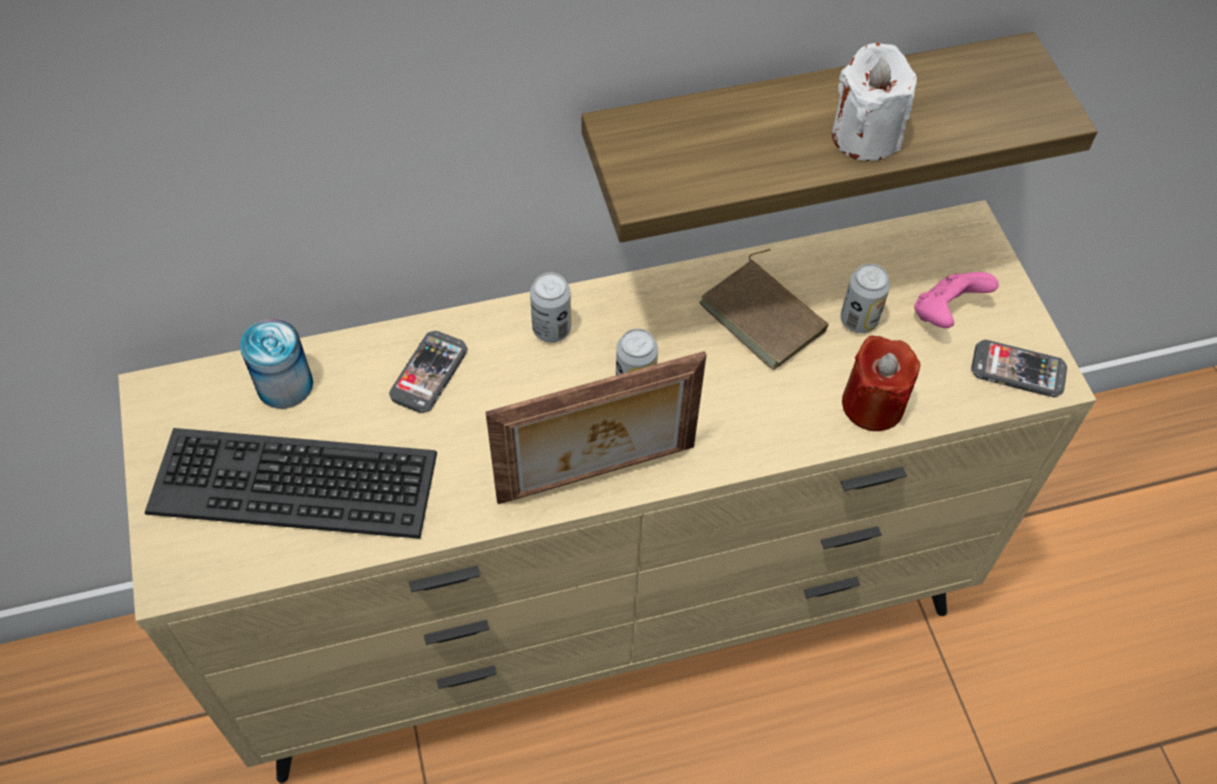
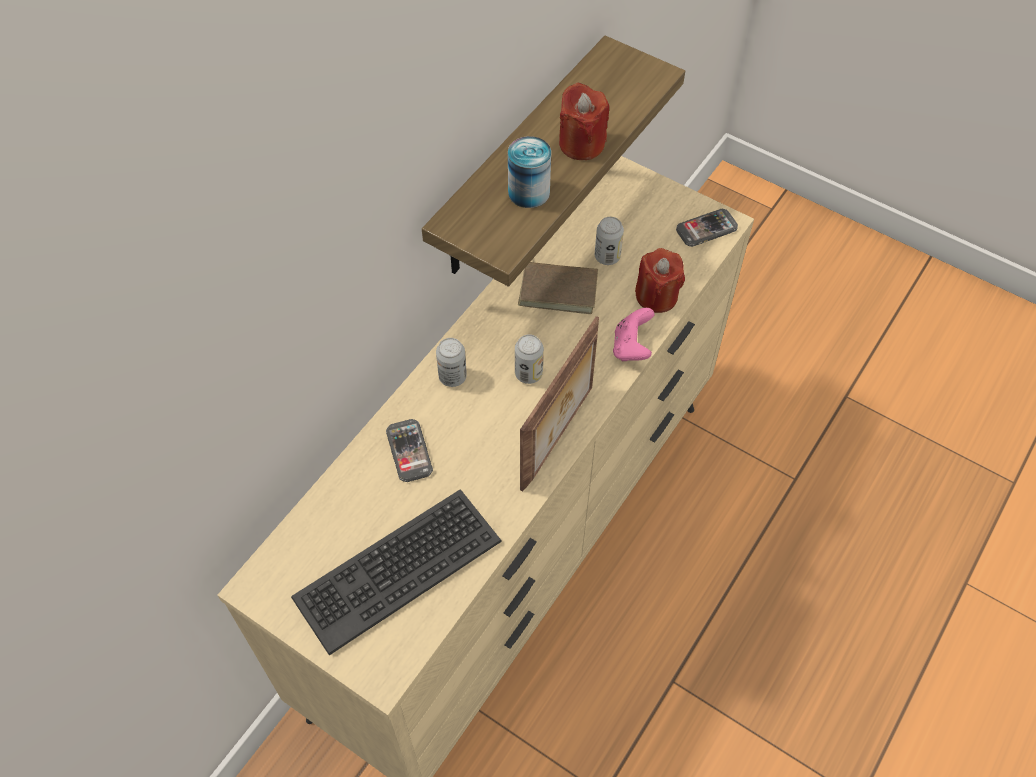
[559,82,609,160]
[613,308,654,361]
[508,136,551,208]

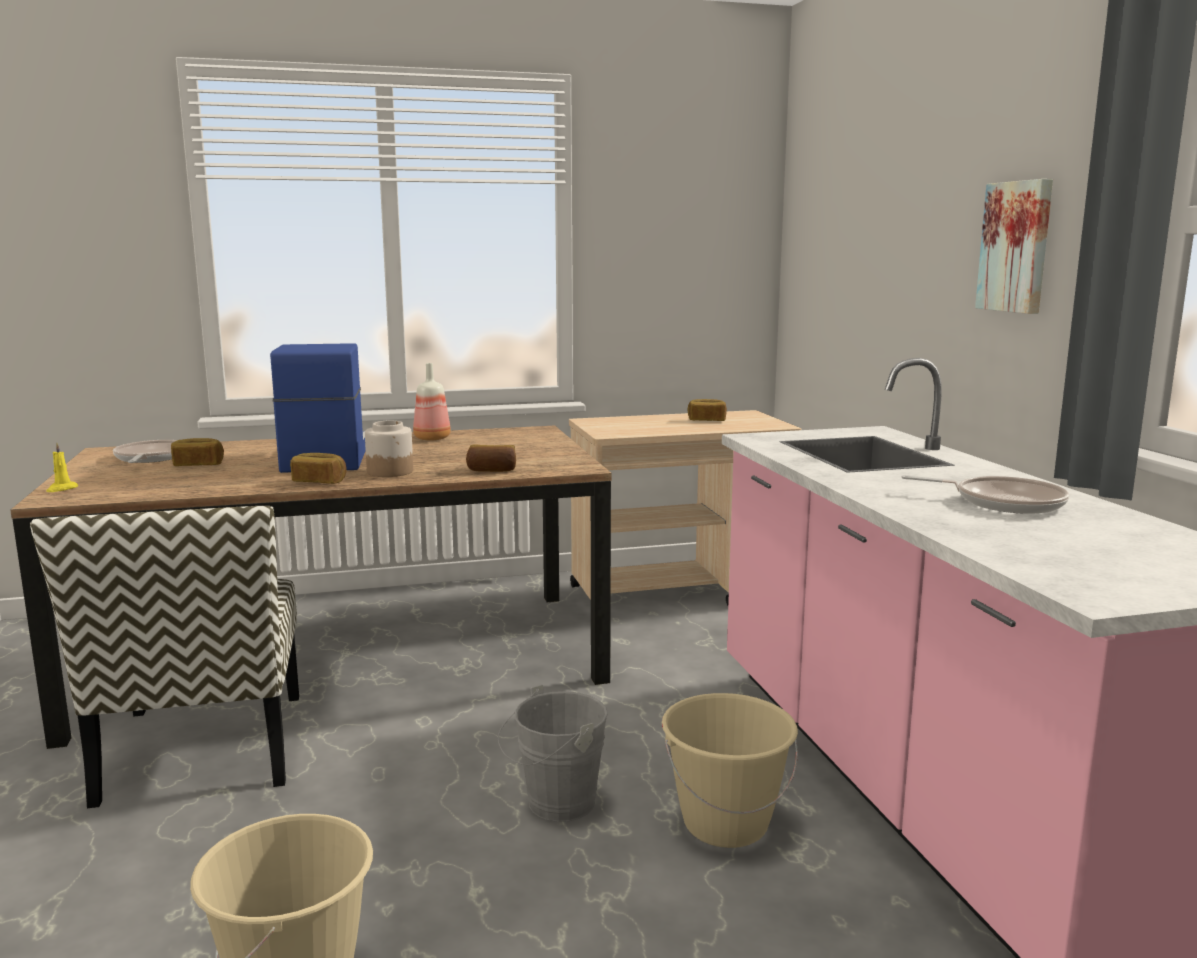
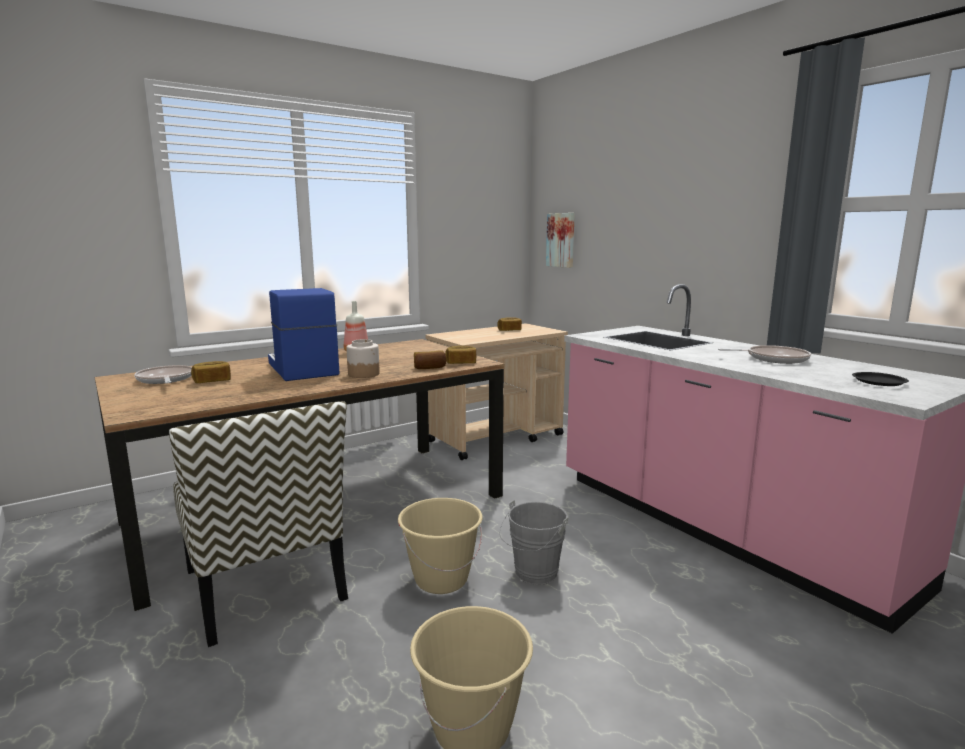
[546,213,575,268]
[46,442,78,492] (first image)
[445,346,476,364]
[398,498,483,594]
[852,372,909,386]

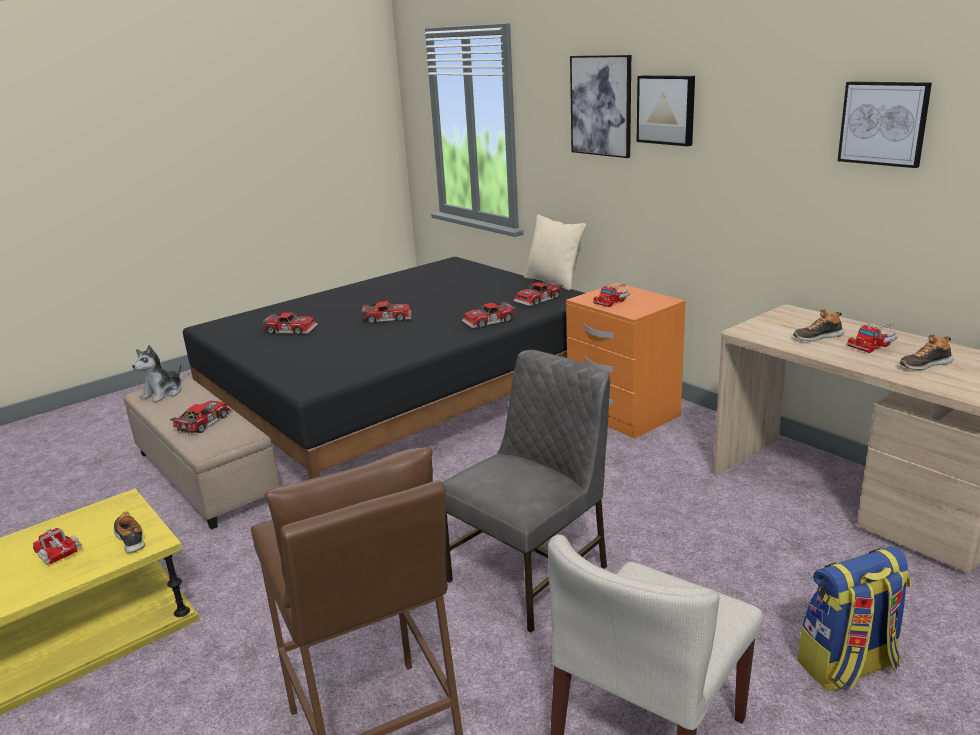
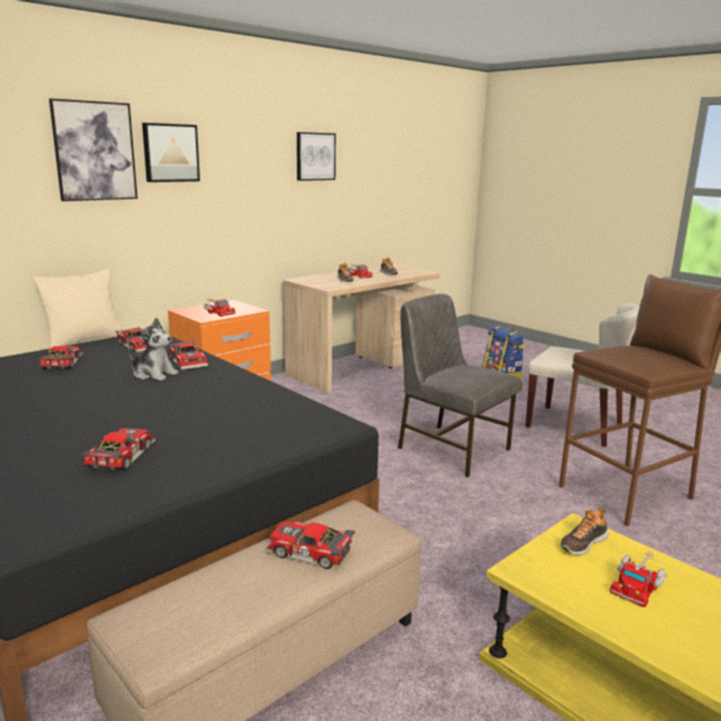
[39,346,83,370]
[128,318,178,381]

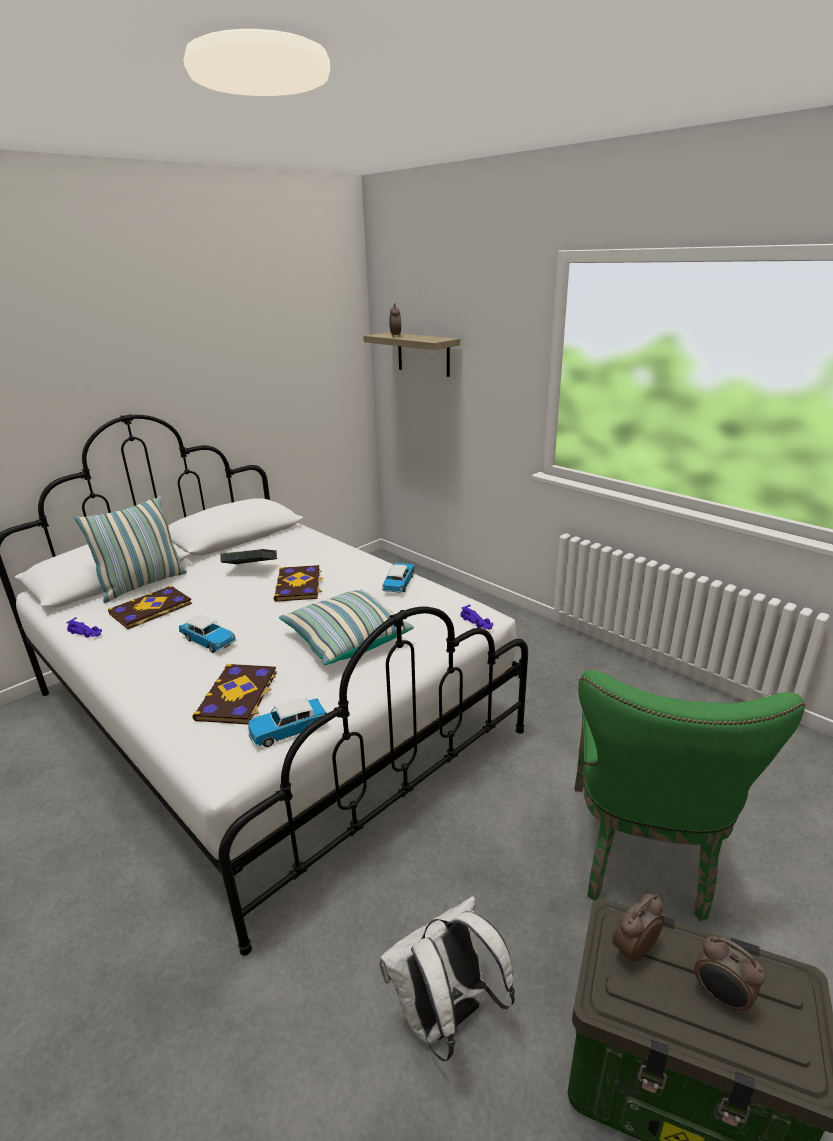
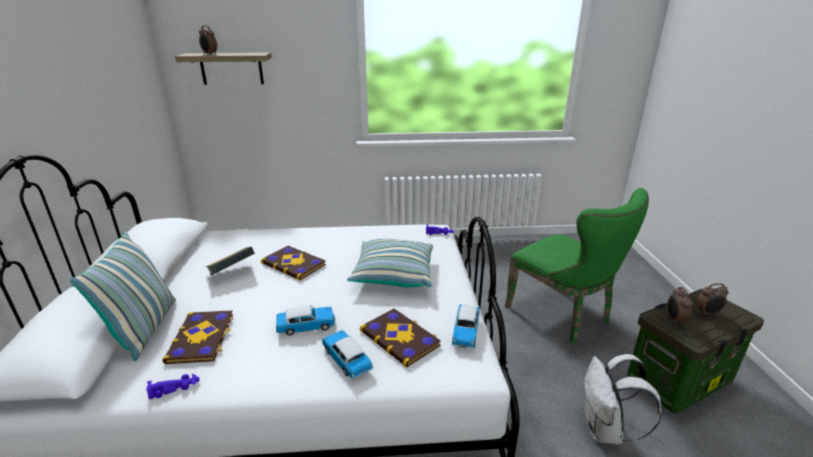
[322,330,373,379]

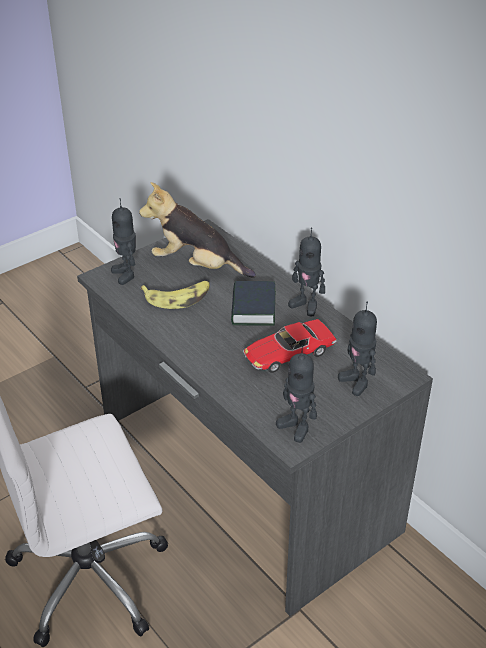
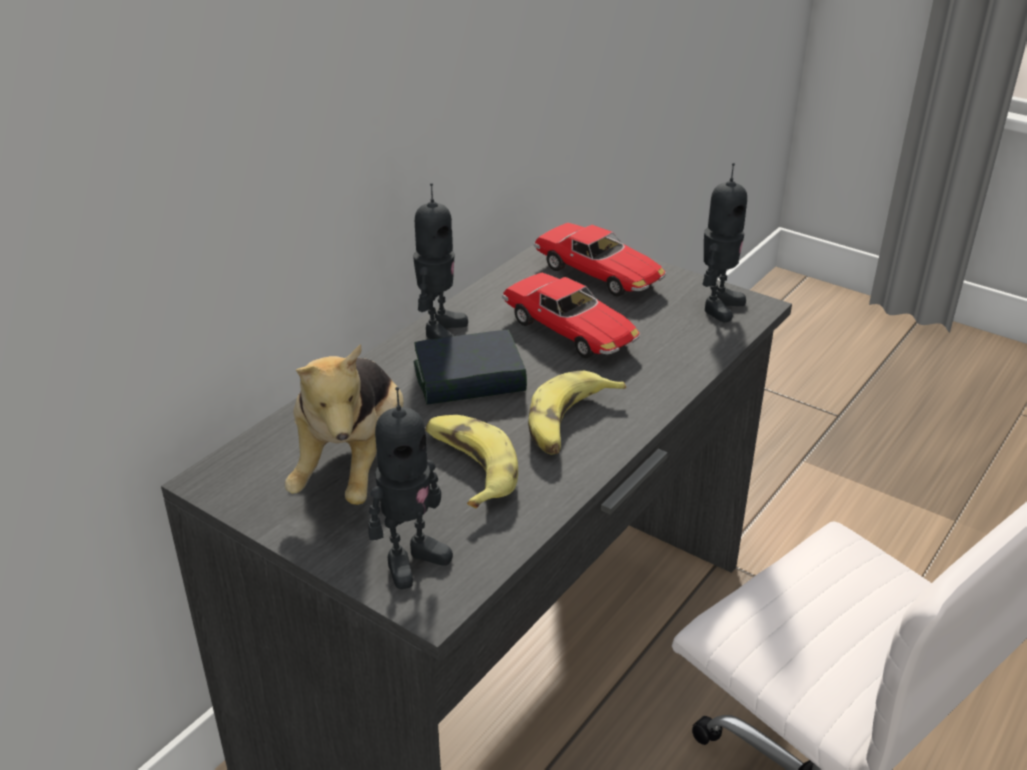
[534,223,666,297]
[528,371,626,455]

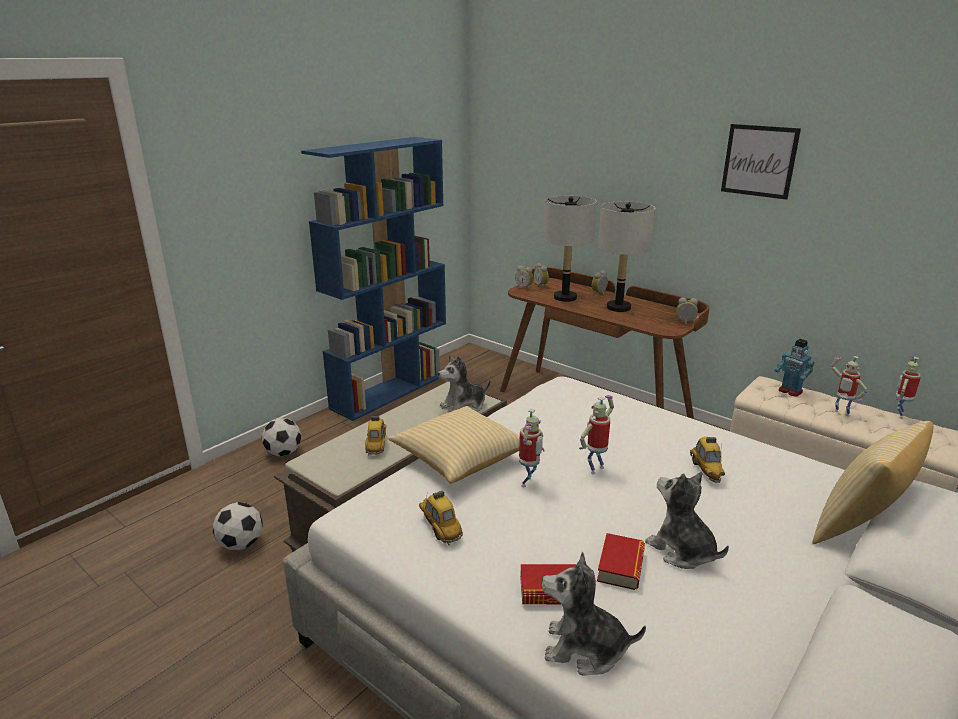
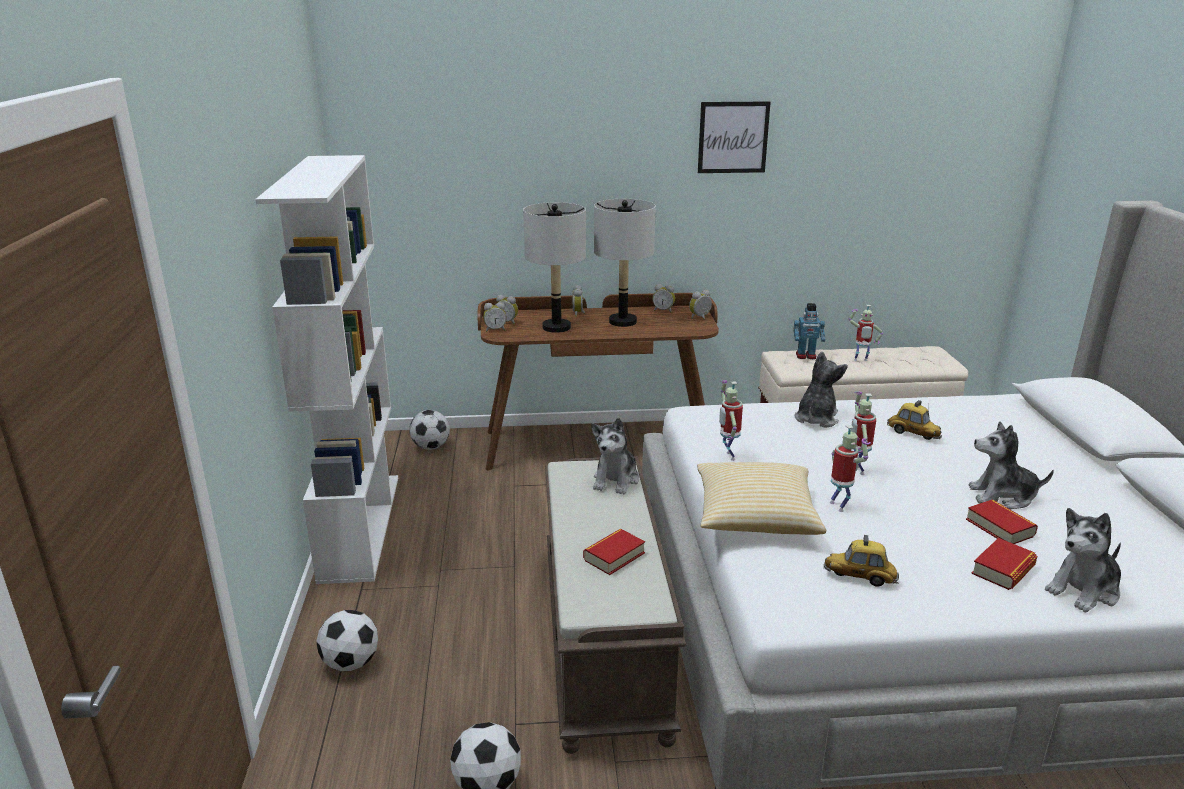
[255,155,398,584]
[719,380,743,461]
[583,528,645,575]
[812,421,933,544] (first image)
[653,284,675,313]
[794,351,848,428]
[409,410,450,450]

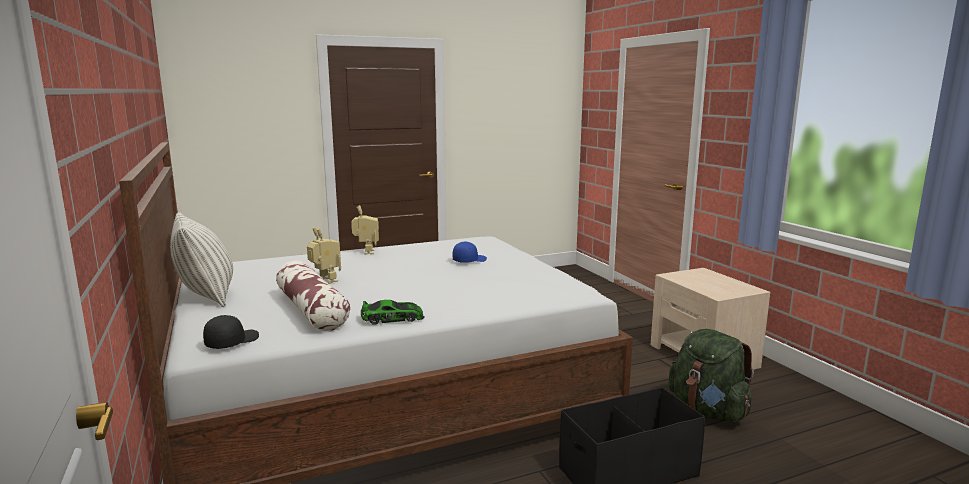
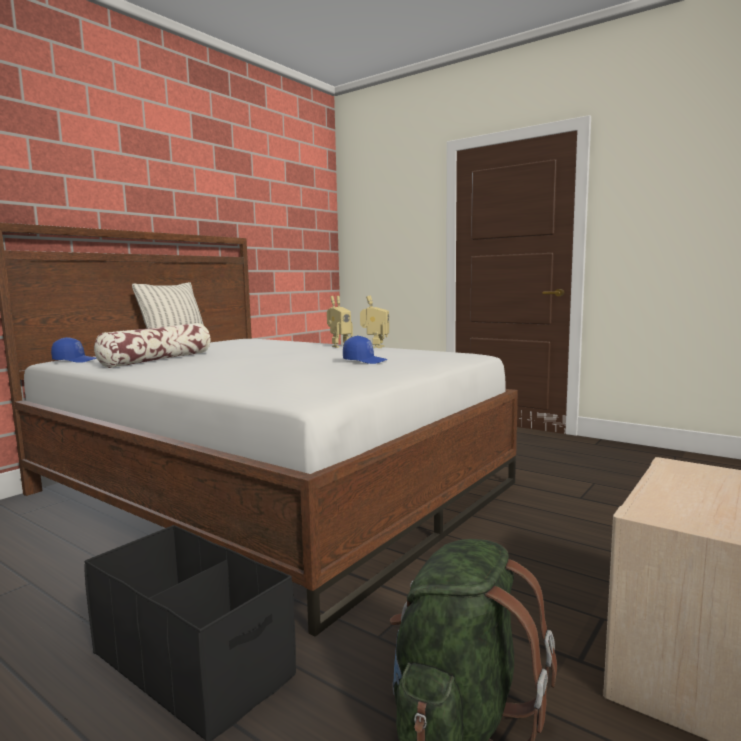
[360,296,389,348]
[361,300,425,325] (first image)
[51,337,97,363]

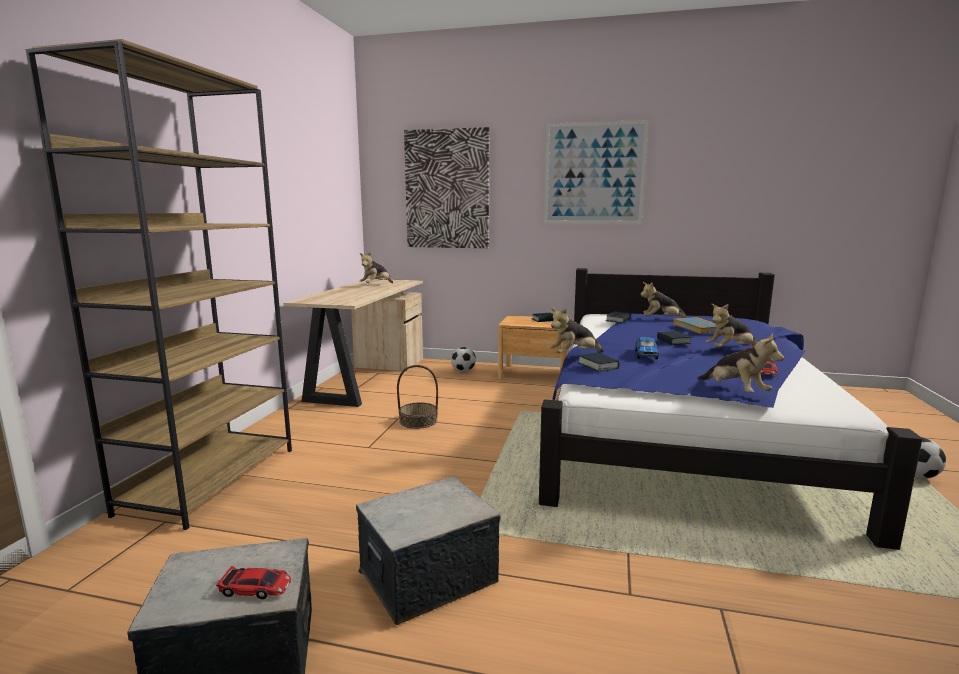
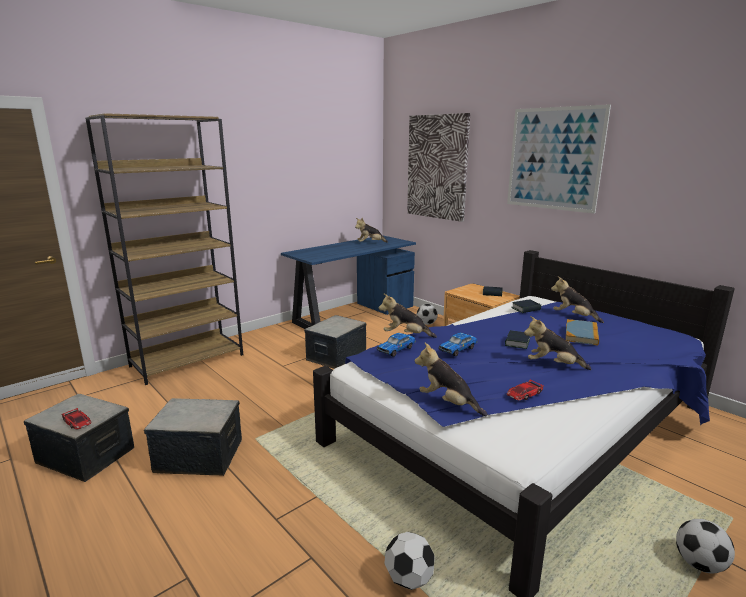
[281,236,416,329]
[415,343,488,416]
[377,333,416,357]
[304,315,367,369]
[384,532,435,590]

